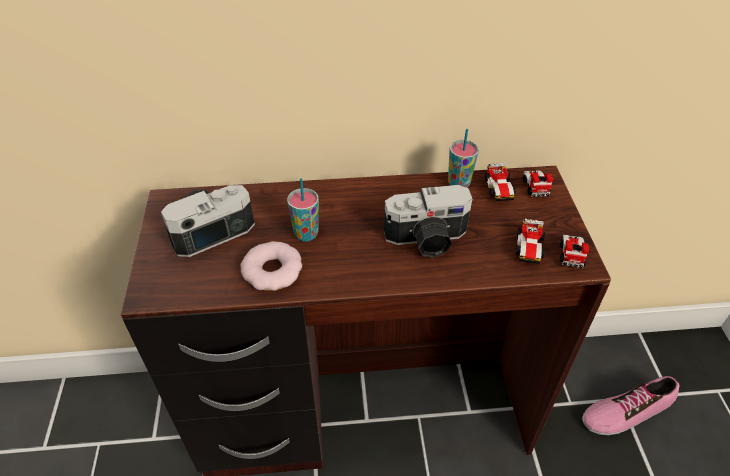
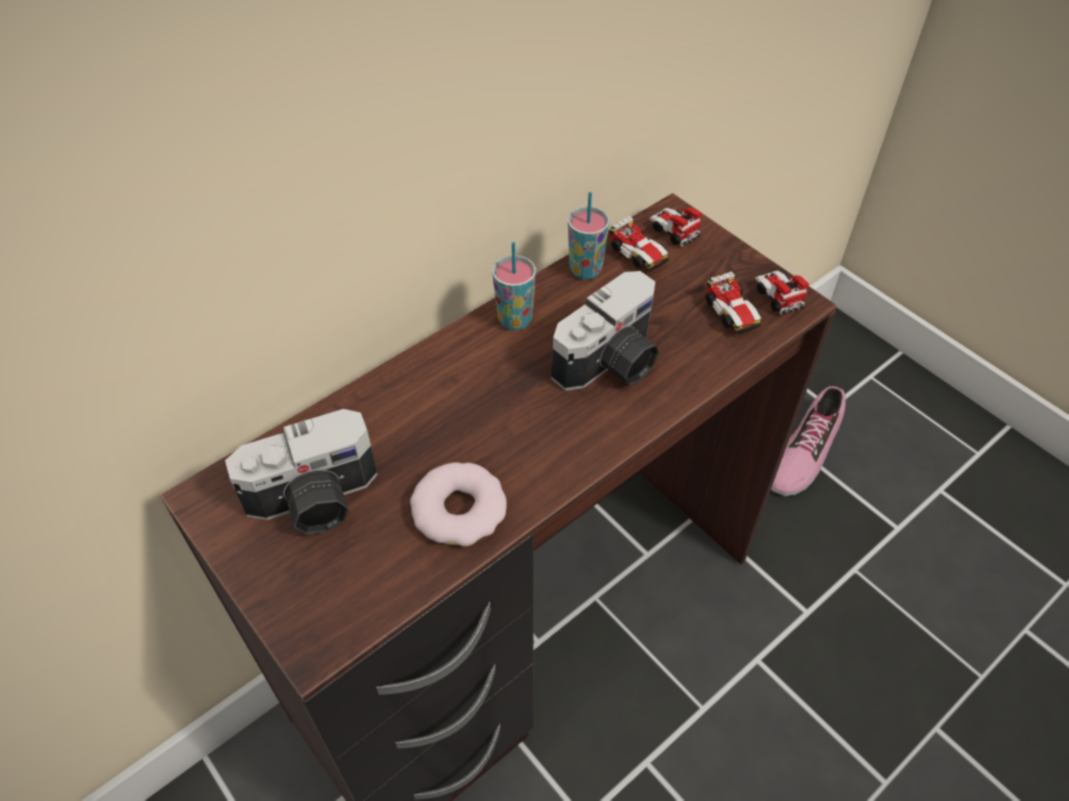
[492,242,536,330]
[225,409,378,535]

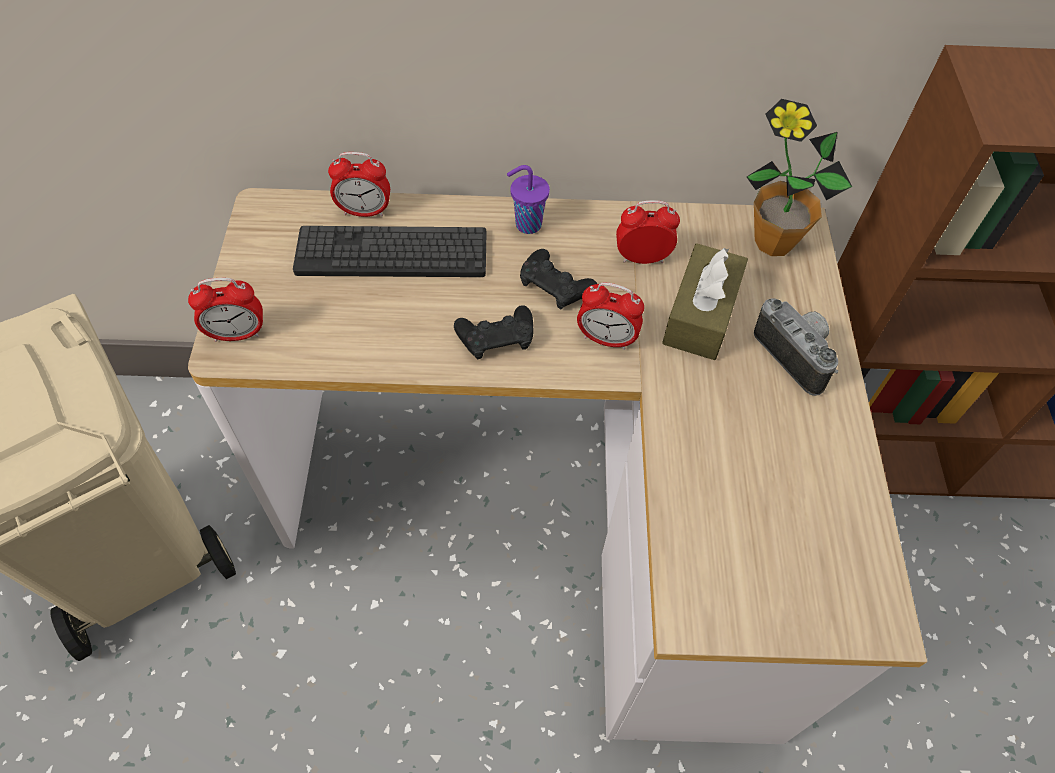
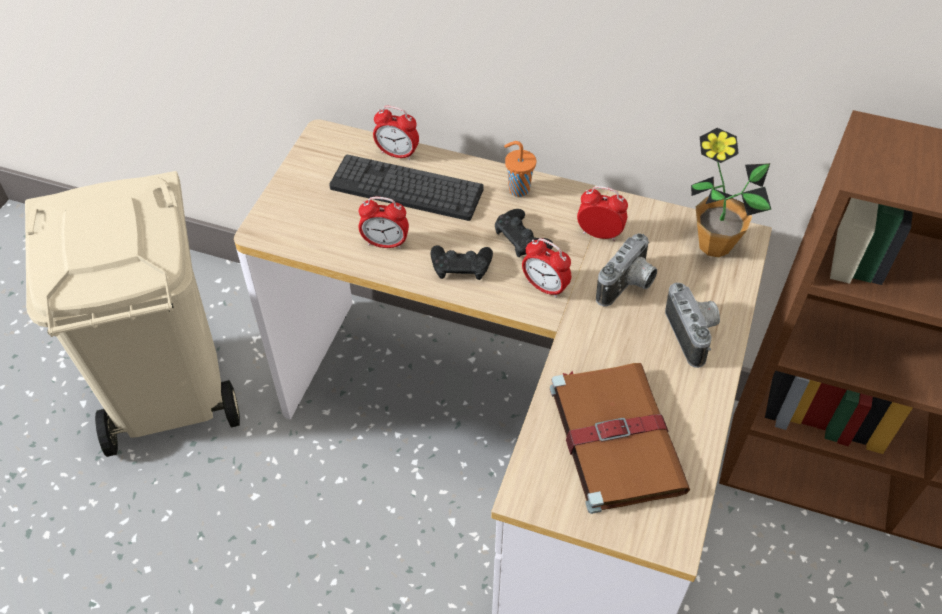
[504,141,536,197]
[596,233,657,307]
[359,197,409,249]
[550,363,690,514]

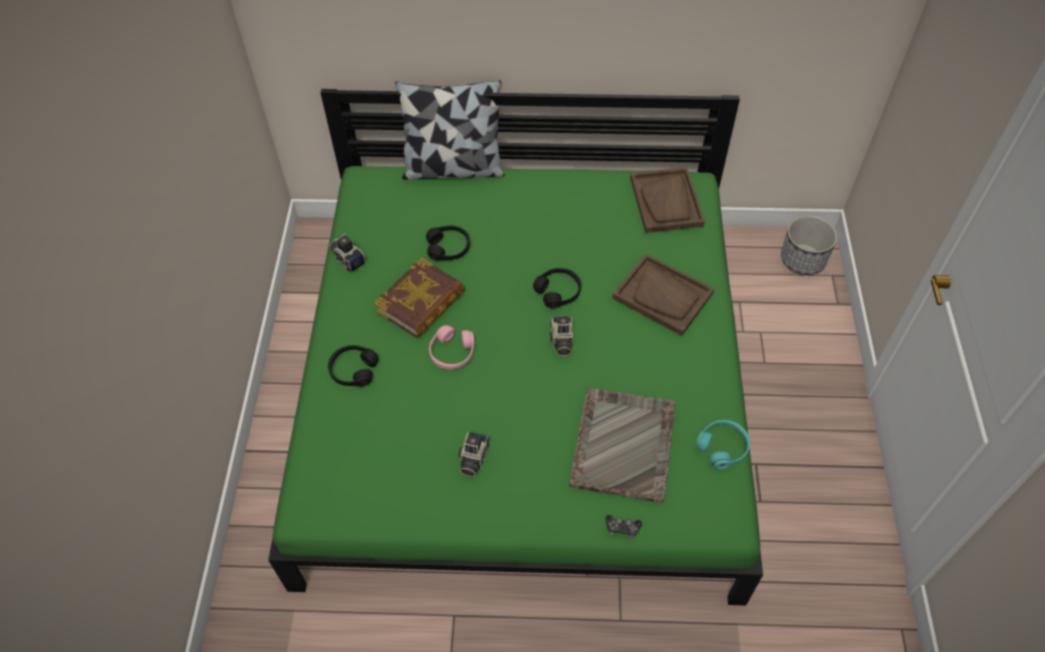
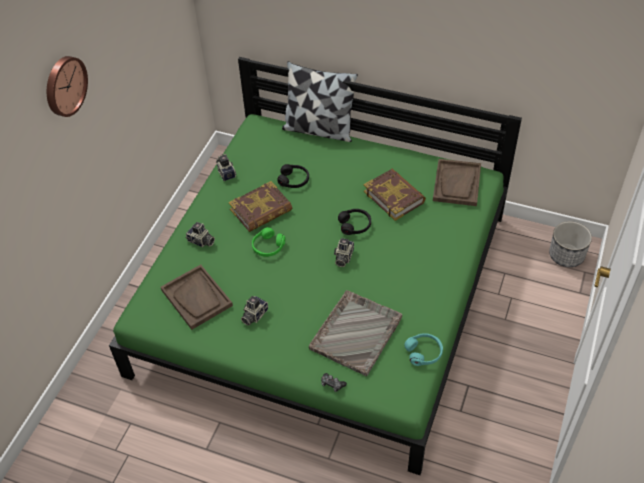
[161,265,233,330]
[252,227,285,257]
[185,222,215,247]
[47,56,88,117]
[364,169,426,221]

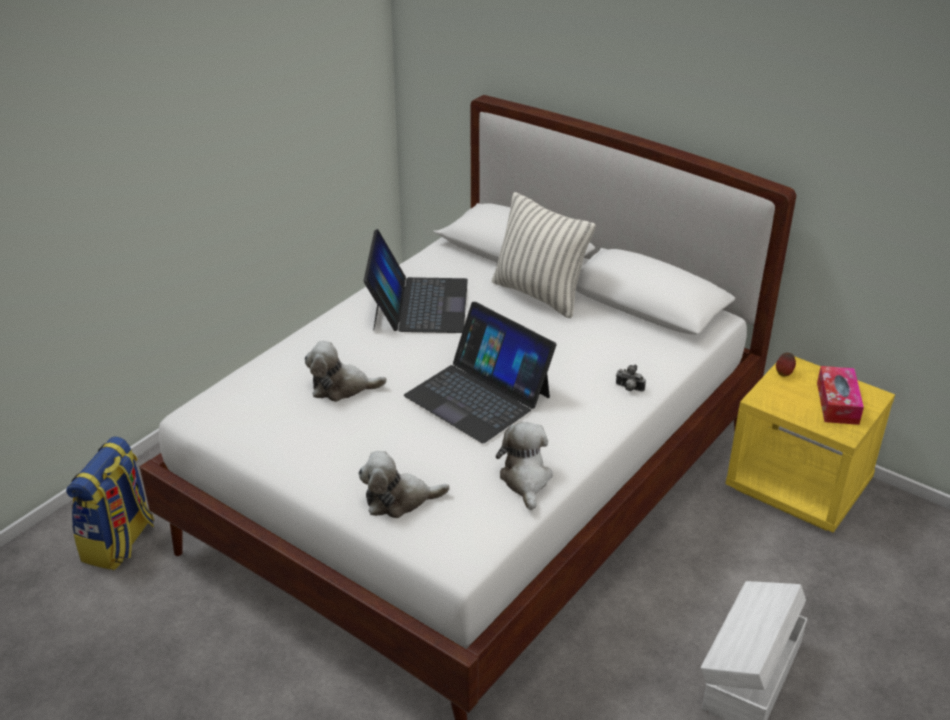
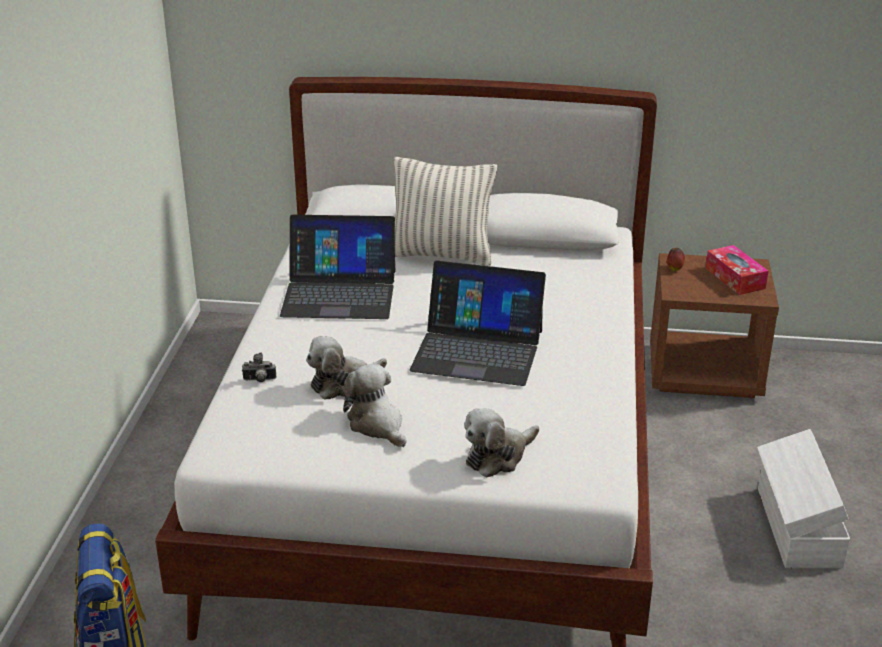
[280,215,395,319]
[650,253,779,398]
[242,352,276,382]
[343,364,406,447]

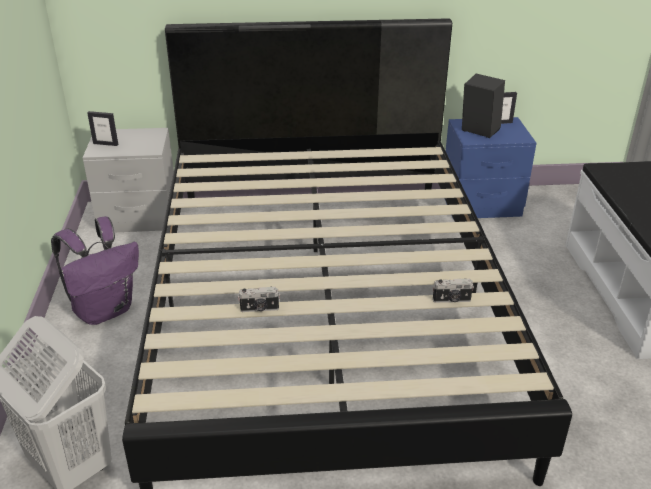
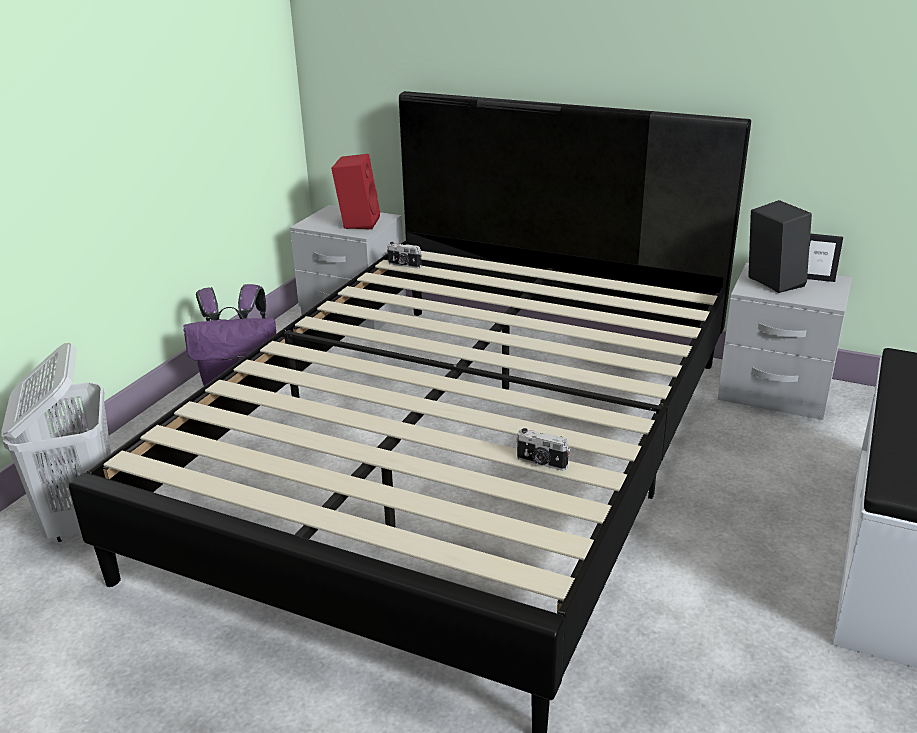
[87,111,118,146] (first image)
[718,263,852,420]
[387,242,422,269]
[331,154,380,229]

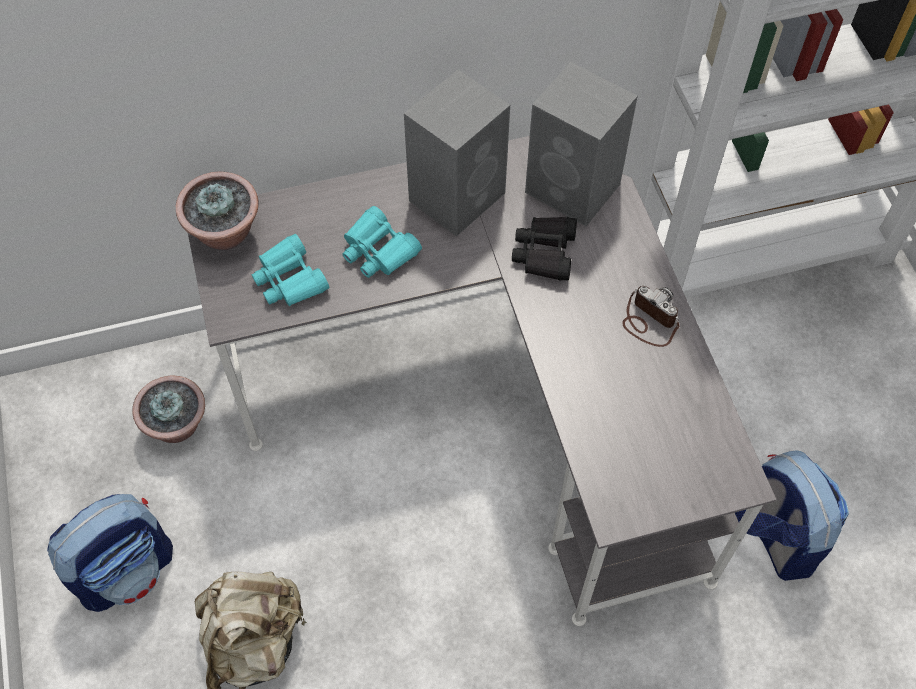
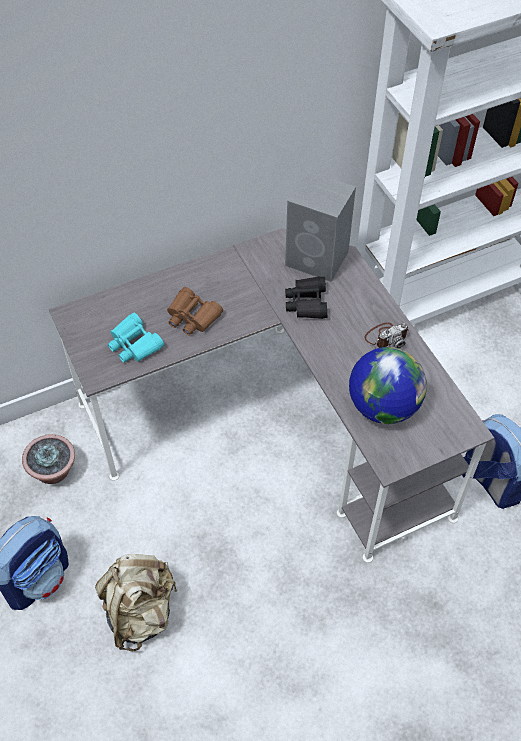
[404,70,510,237] (first image)
[176,171,258,250] (first image)
[167,287,223,335]
[365,322,409,349]
[349,347,427,424]

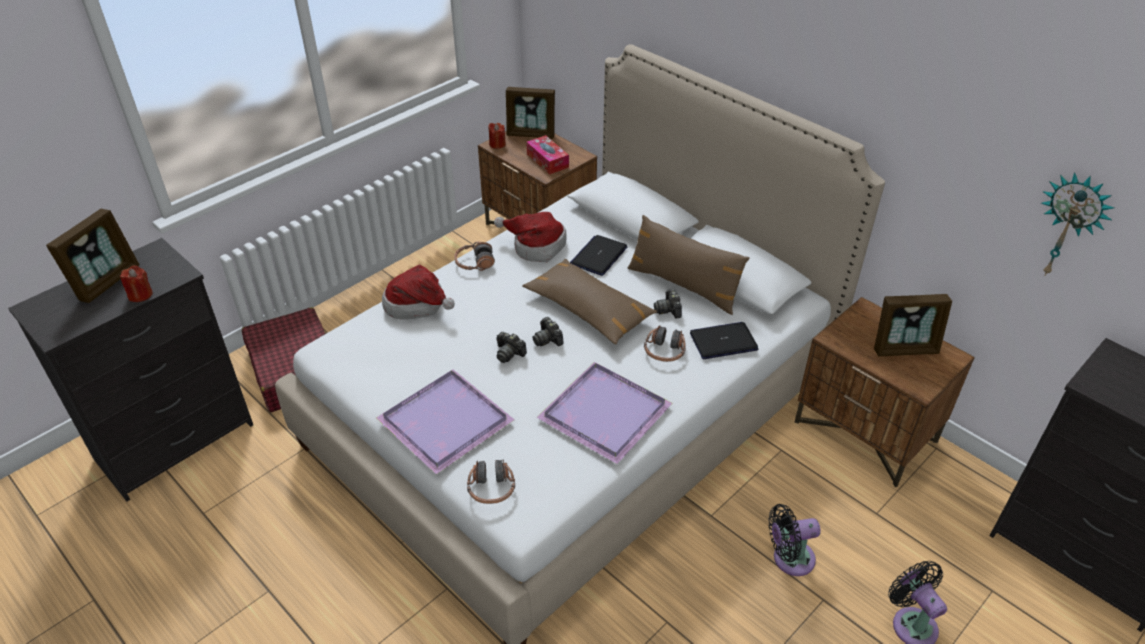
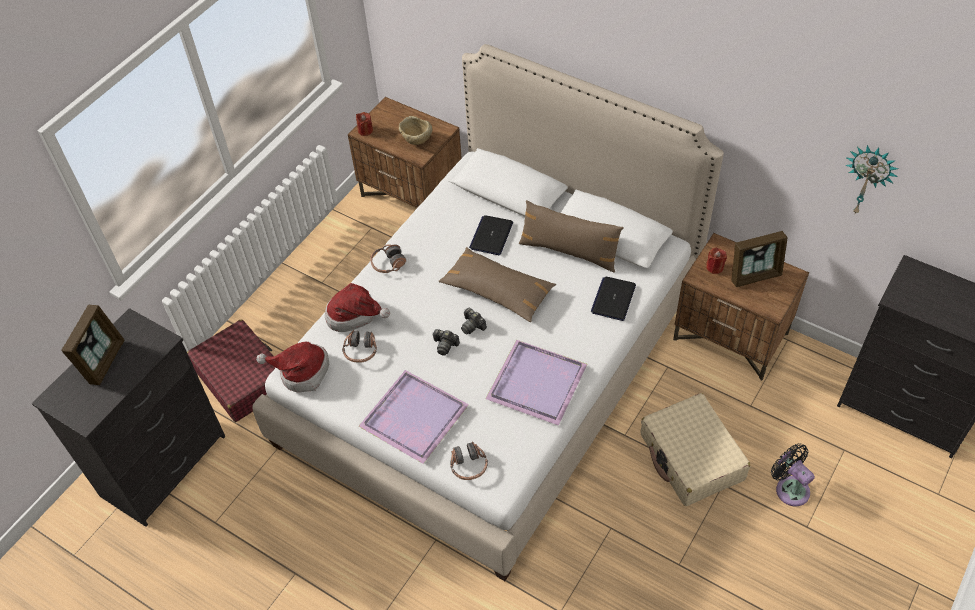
[506,87,555,139] (first image)
[399,116,432,145]
[256,342,329,392]
[706,248,727,274]
[654,289,682,318] (first image)
[591,276,636,321]
[342,330,377,363]
[641,393,751,506]

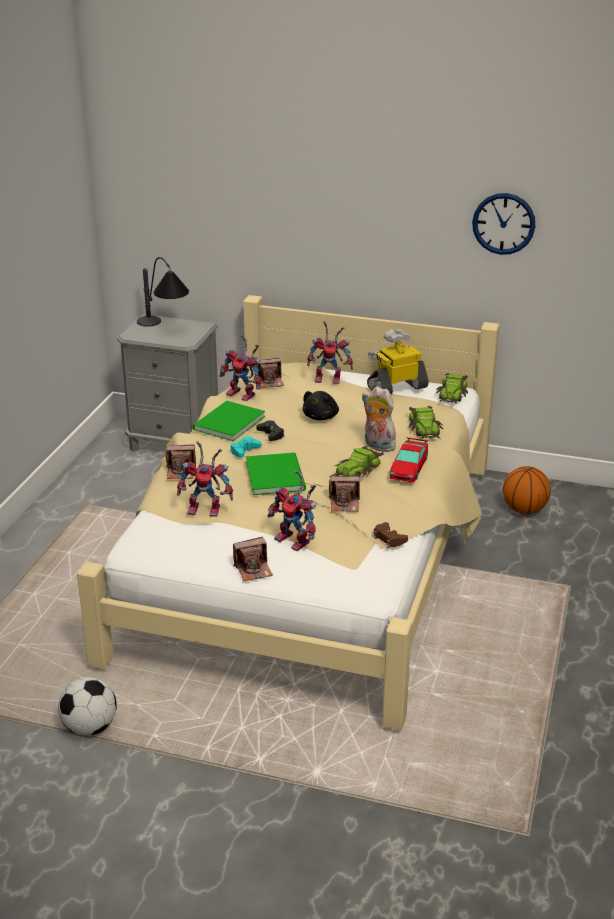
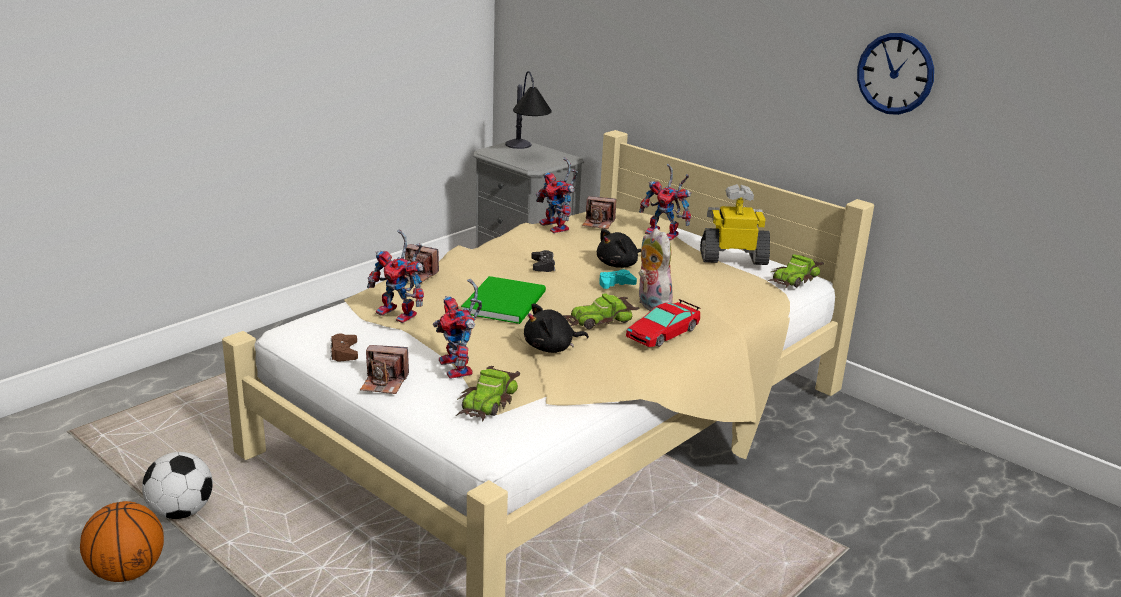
[193,401,265,441] (first image)
[456,366,520,422]
[599,269,637,289]
[80,501,164,582]
[524,303,589,353]
[331,334,358,362]

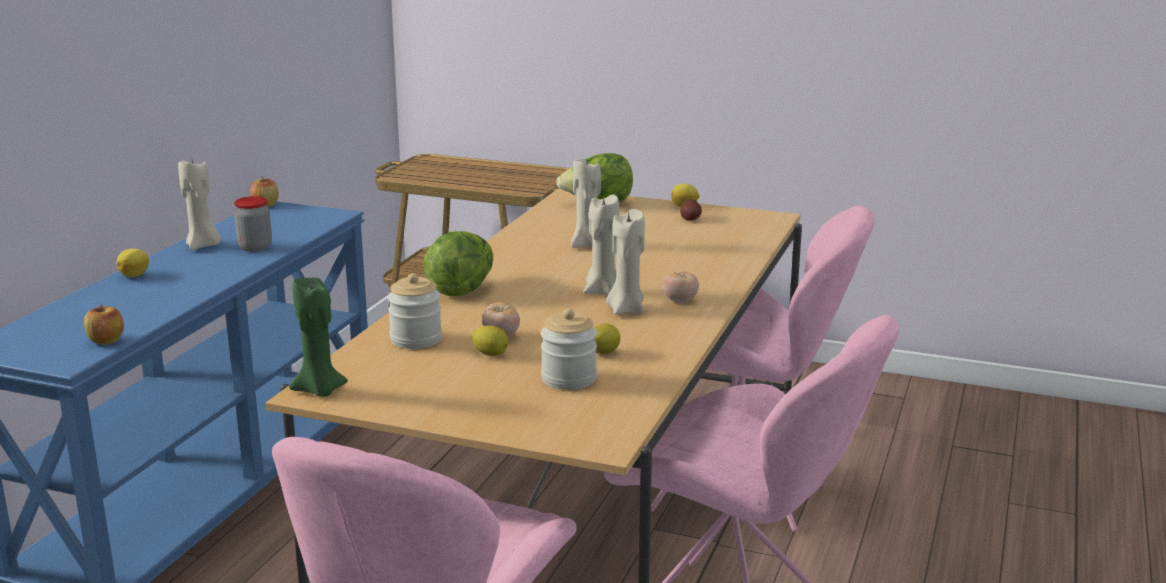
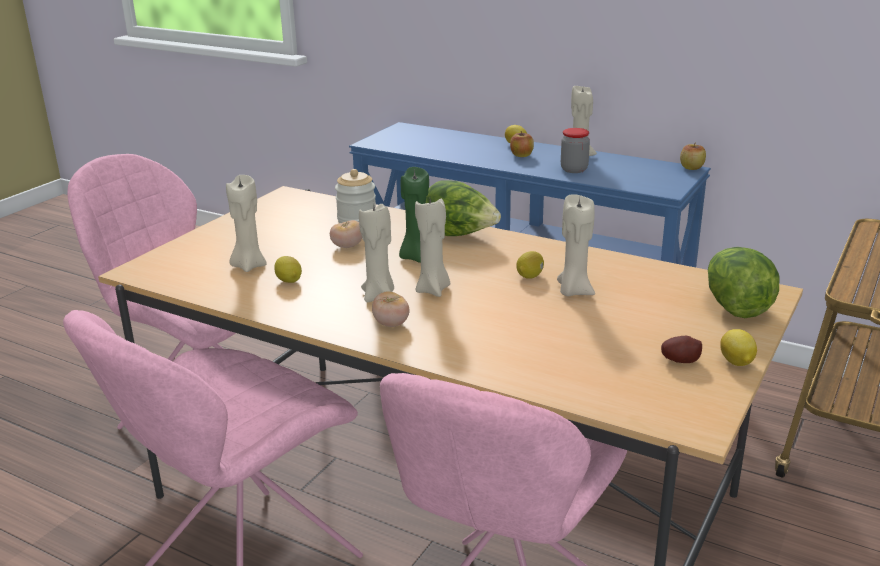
[399,167,429,263]
[510,131,534,157]
[226,175,267,272]
[517,251,544,279]

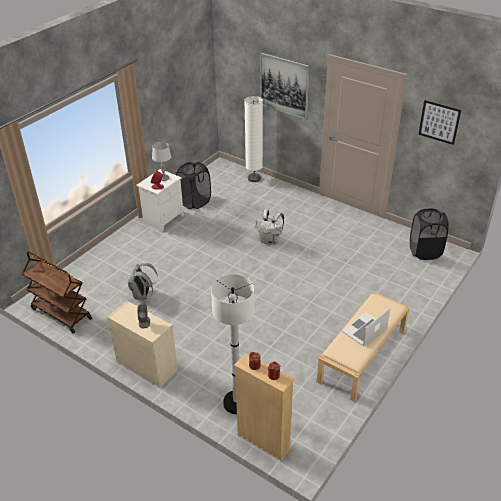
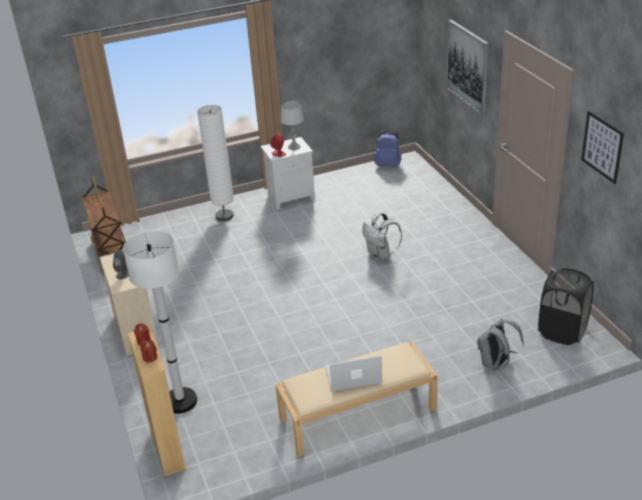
[197,105,234,221]
[176,162,211,209] (first image)
[477,318,524,370]
[374,130,401,167]

